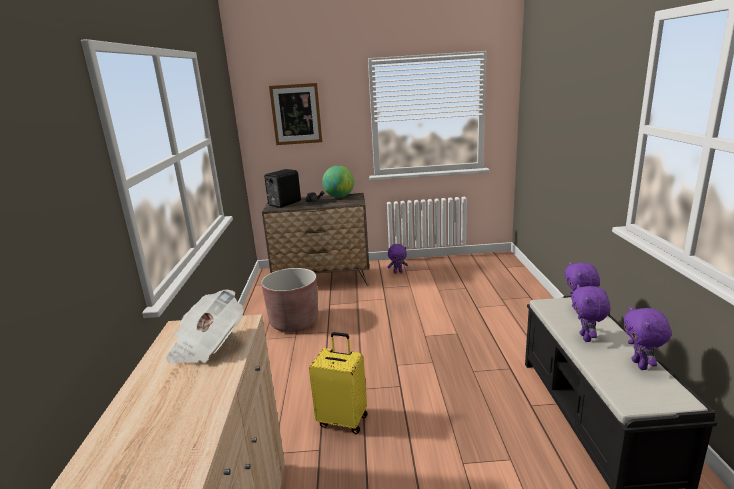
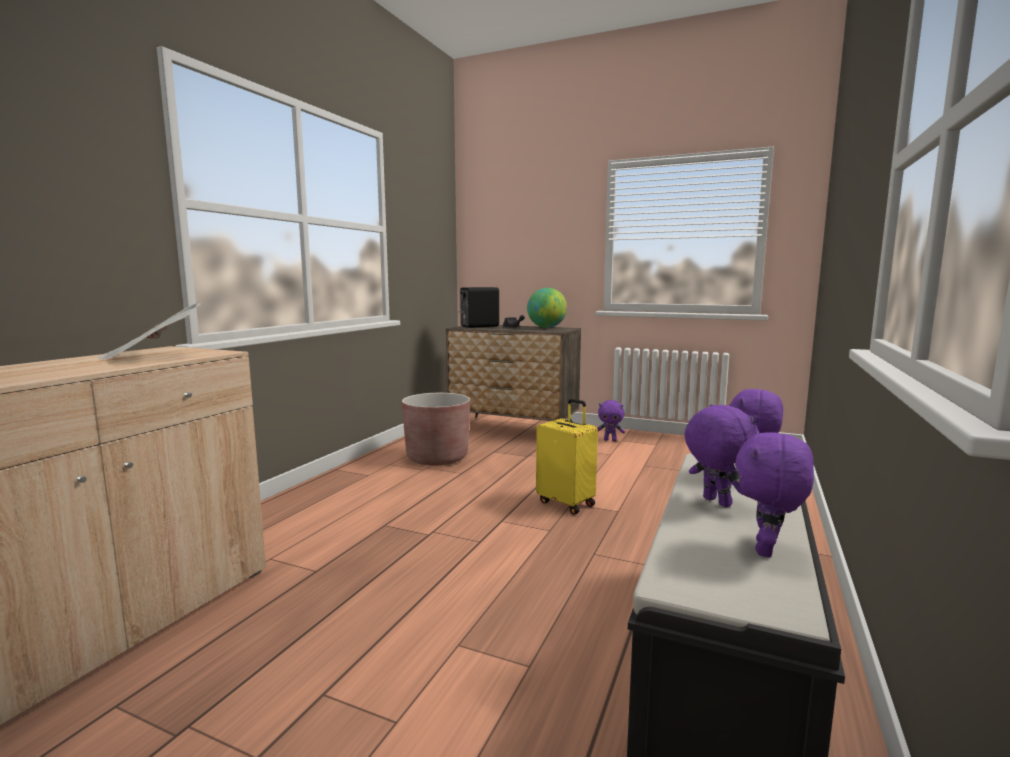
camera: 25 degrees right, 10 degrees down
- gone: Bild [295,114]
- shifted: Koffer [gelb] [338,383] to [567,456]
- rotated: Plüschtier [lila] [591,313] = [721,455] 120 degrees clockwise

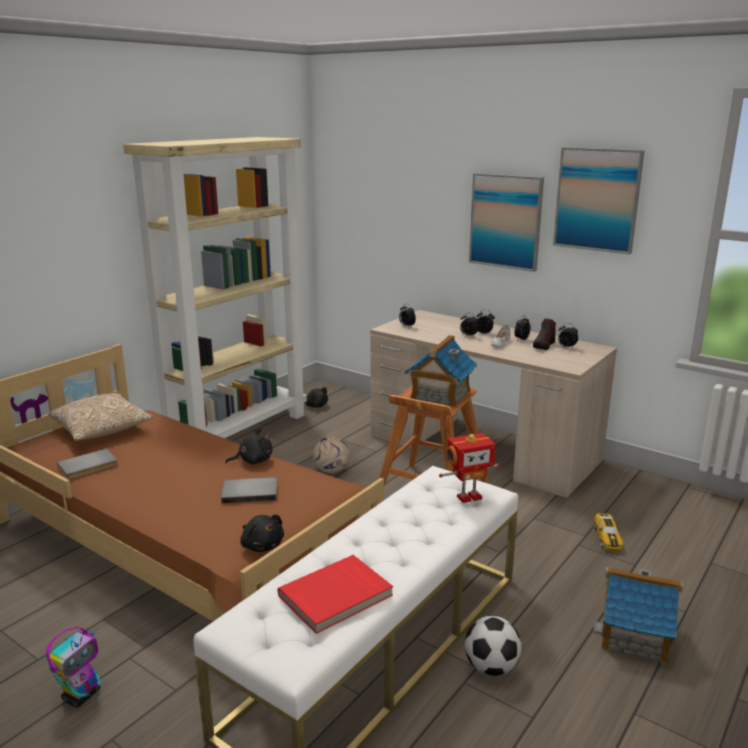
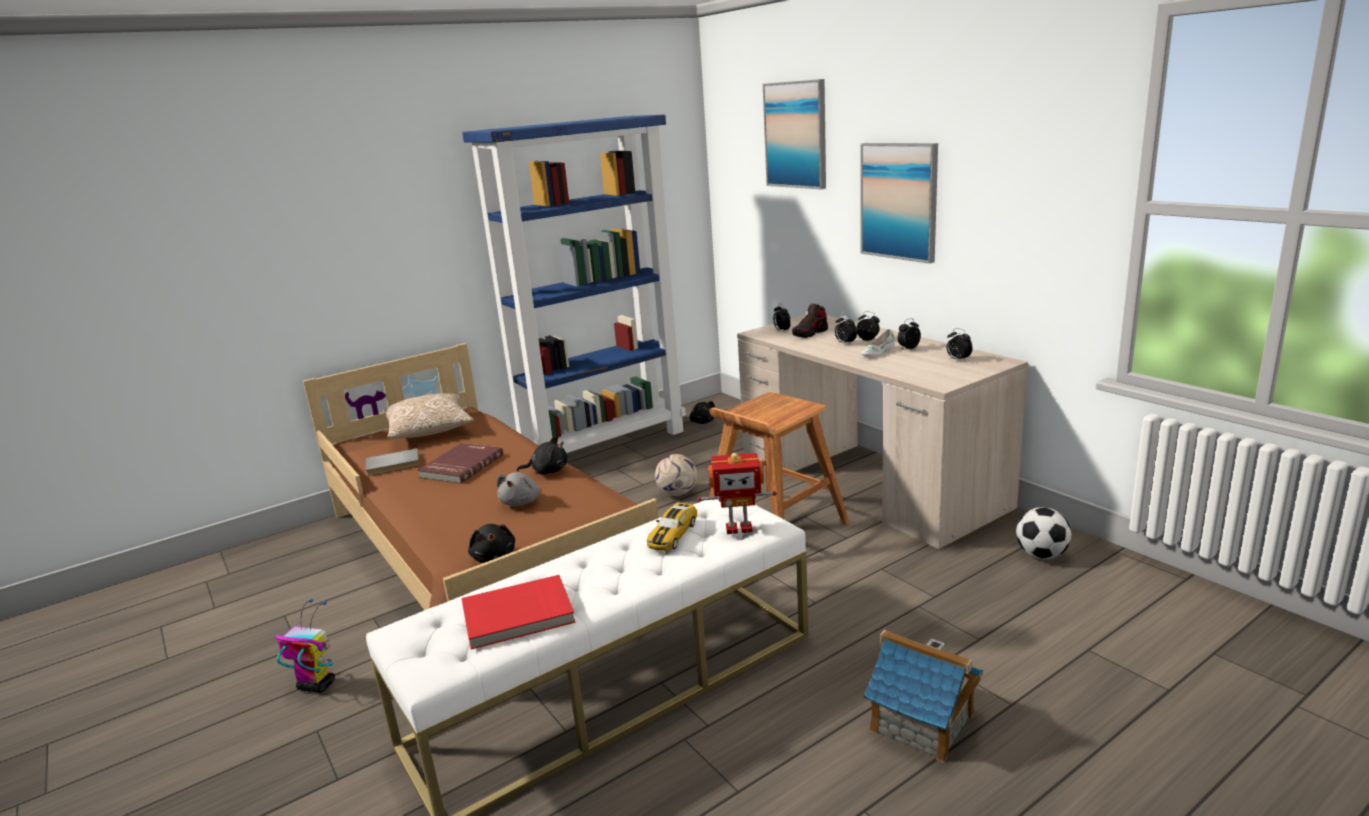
camera: 20 degrees right, 0 degrees up
- rotated: Spielzeugroboter [73,667] = [305,645] 120 degrees counterclockwise
- repainted: Bücherregal [beige] [215,287] to Bücherregal [blau] [574,284]
- swapped: Buch [grau] [249,490] to Plüschtier [grau] [518,489]
- gone: Spielzeughaus [441,371]
- shifted: Fußball [493,646] to [1043,533]
- shifted: Schuh [544,334] to [810,320]
- shifted: Bild [599,200] to [794,134]
- shifted: Spielzeugauto [608,532] to [672,527]
- new: Buch [rot] [460,463]

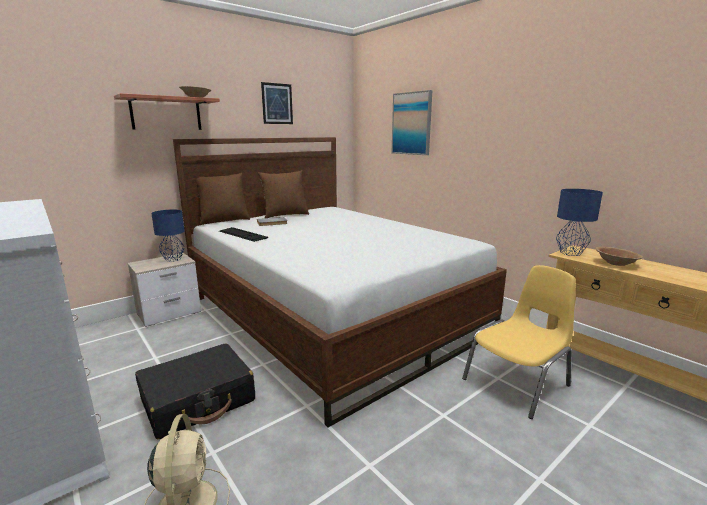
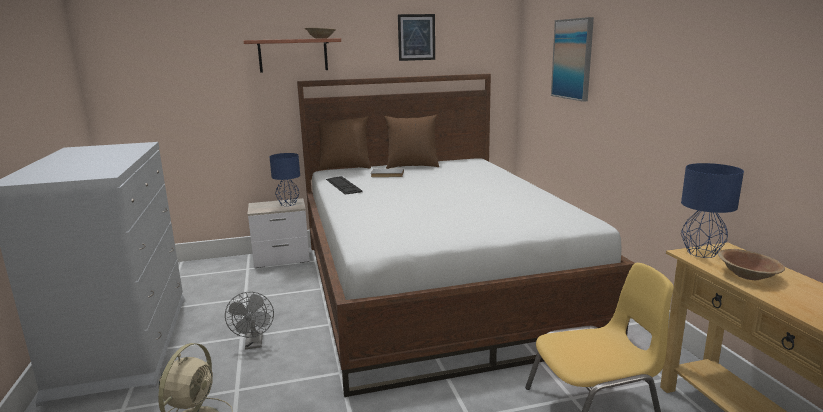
camera: 25 degrees right, 0 degrees up
- swapped: Koffer [schwarz] [195,391] to Ventilator [grau] [249,320]

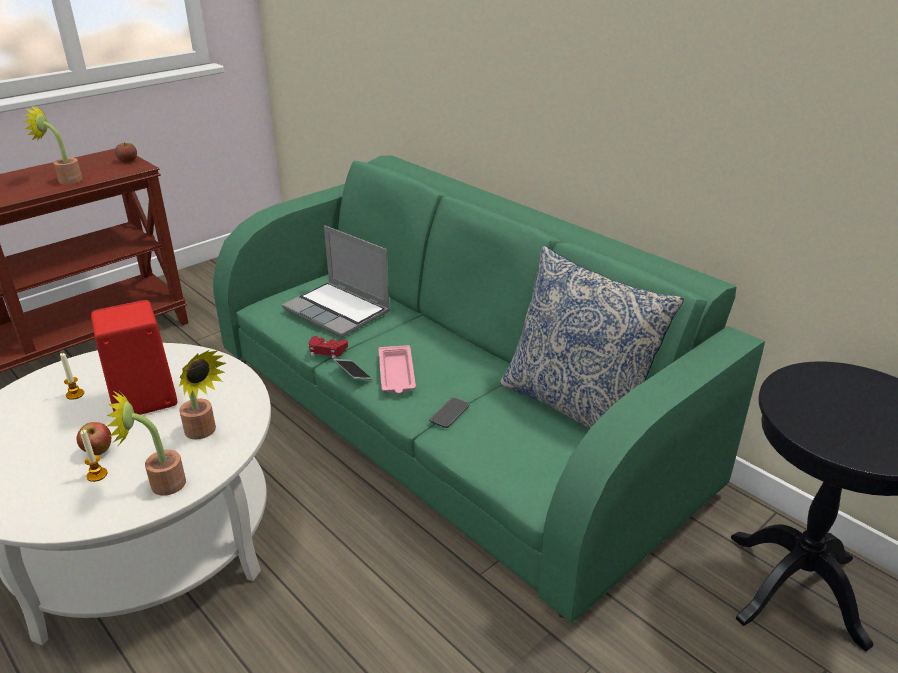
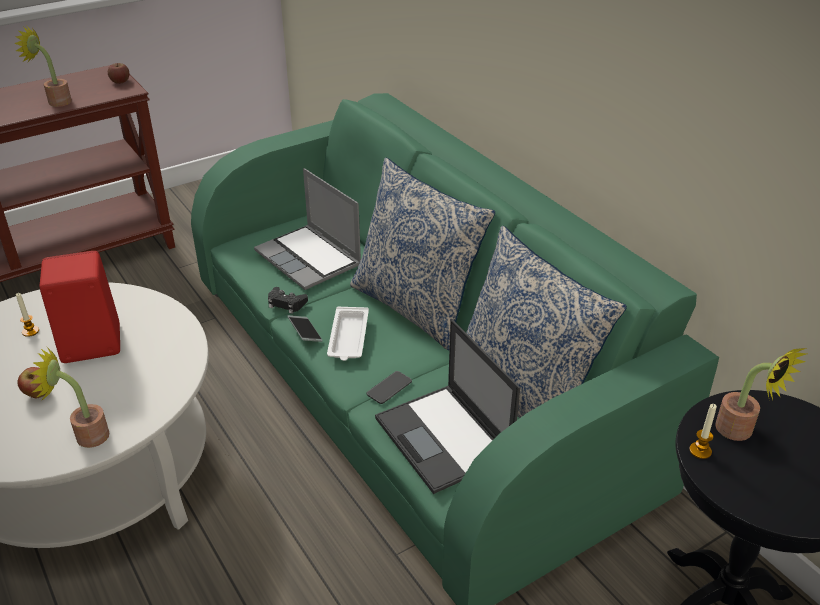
camera: 10 degrees right, 5 degrees up
- shifted: Kerze [93,456] to [703,431]
- shifted: Topfpflanze [202,394] to [761,394]
- repainted: Gamepad [rot] [328,347] to Gamepad [schwarz] [288,300]
- repainted: Tablett [rosa] [397,369] to Tablett [weiß] [348,334]
- new: Kissen [422,254]
- new: Laptop [447,406]

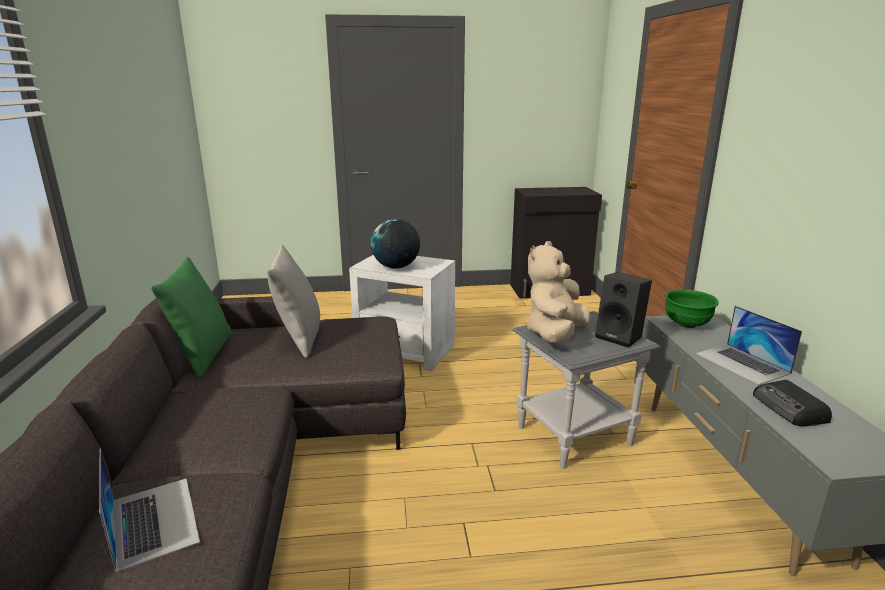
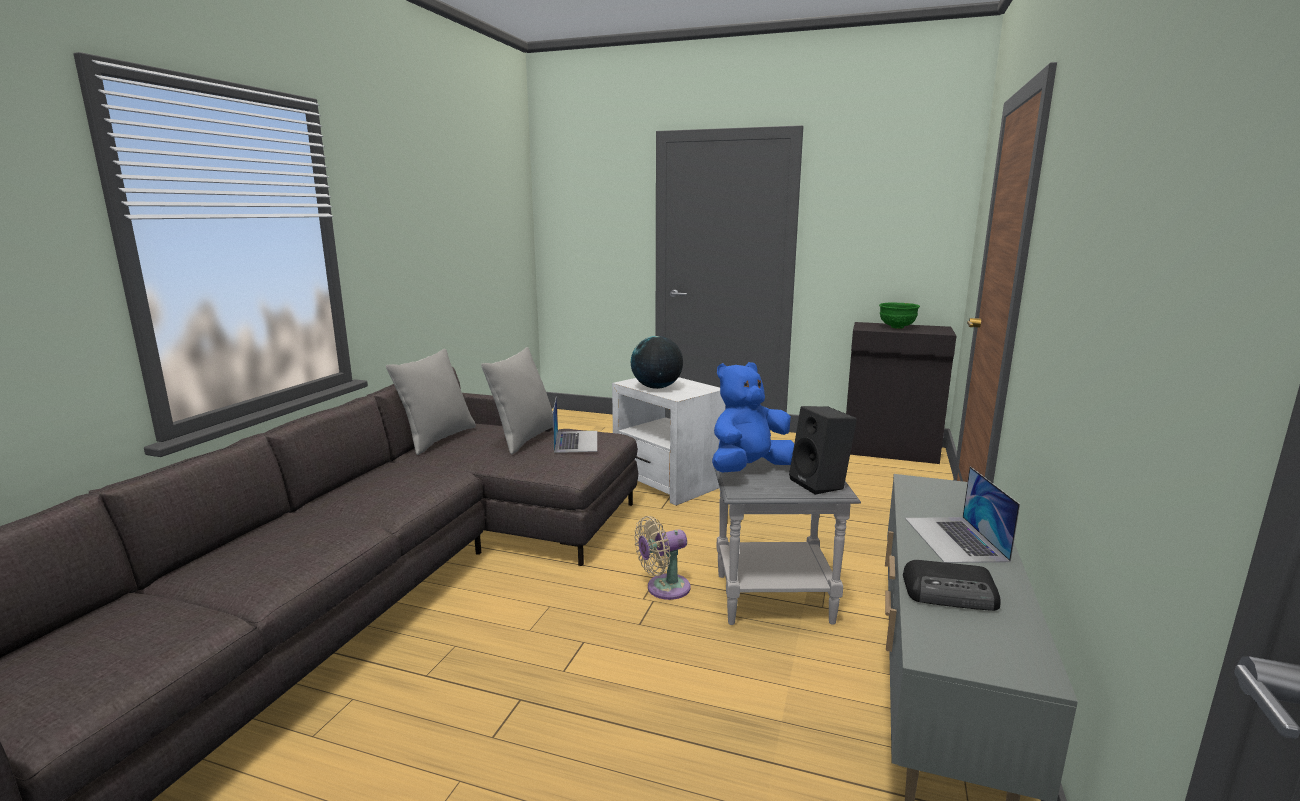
camera: 25 degrees right, 5 degrees down
- shifted: Laptop [149,509] to [574,424]
- repainted: Kissen [grün] [191,317] to Kissen [grau] [431,402]
- repainted: Plüschtier [beige] [559,292] to Plüschtier [blau] [753,417]
- shifted: Schüssel [grün] [692,308] to [899,316]
- rotated: Radio [792,403] = [952,585] 90 degrees counterclockwise
- new: Ventilator [beige] [662,558]

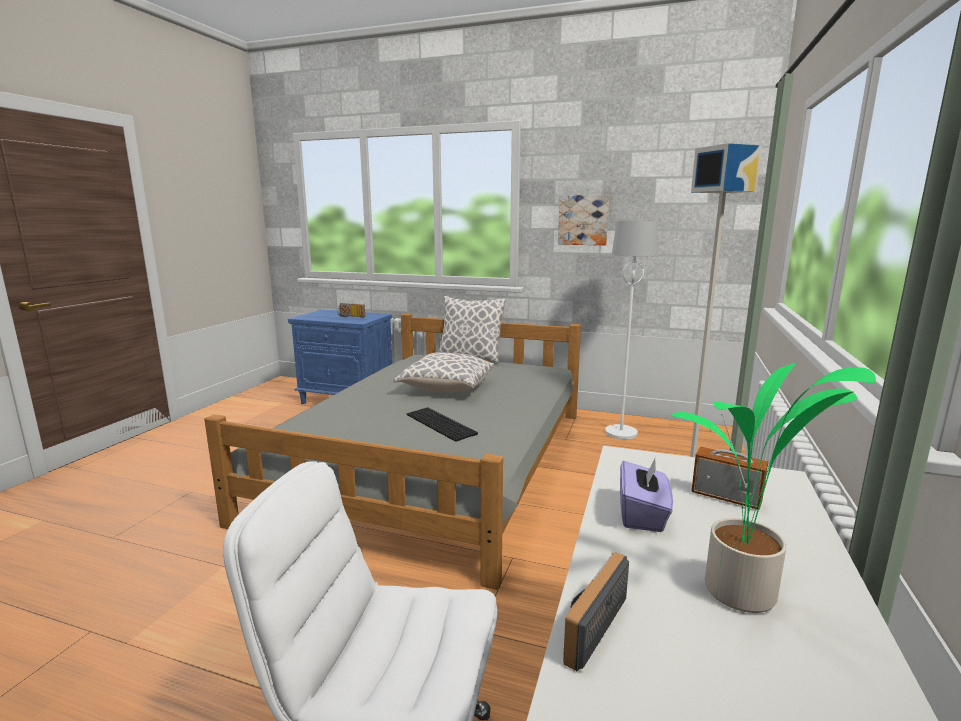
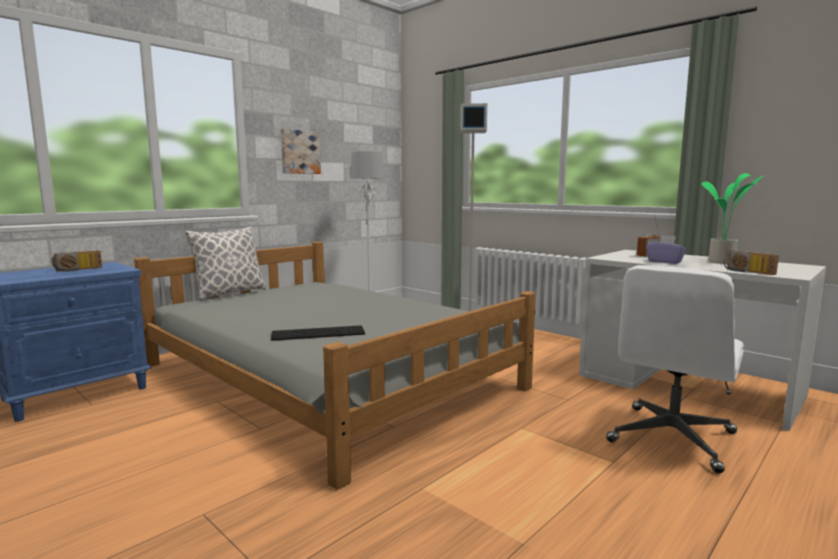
camera: 65 degrees left, 5 degrees down
- gone: Kissen [443,372]
- shifted: Tastatur [442,424] to [318,333]

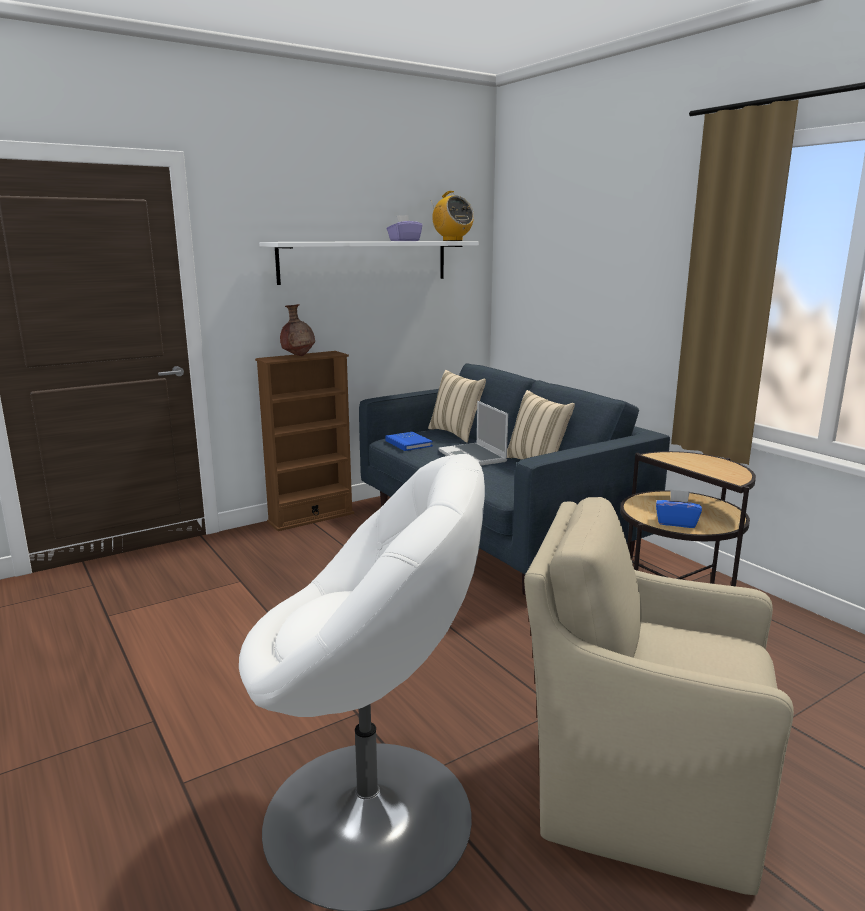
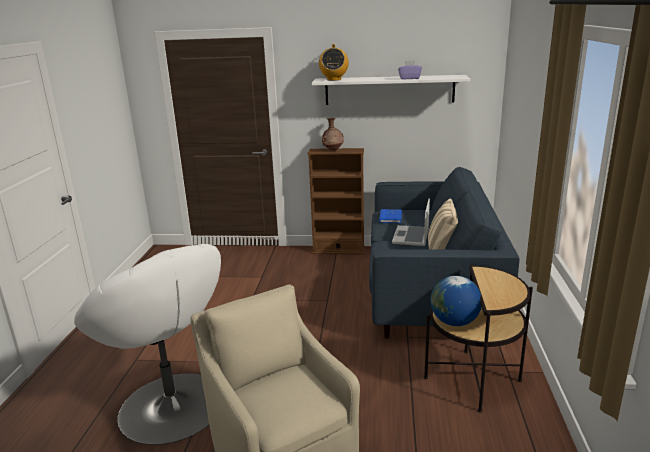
camera: 40 degrees right, 5 degrees up
- gone: Kissen [beige] [457,406]
- shifted: Radio [452,216] to [334,62]
- swapped: Taschentuchbox [blau] [679,508] to Globus [456,301]

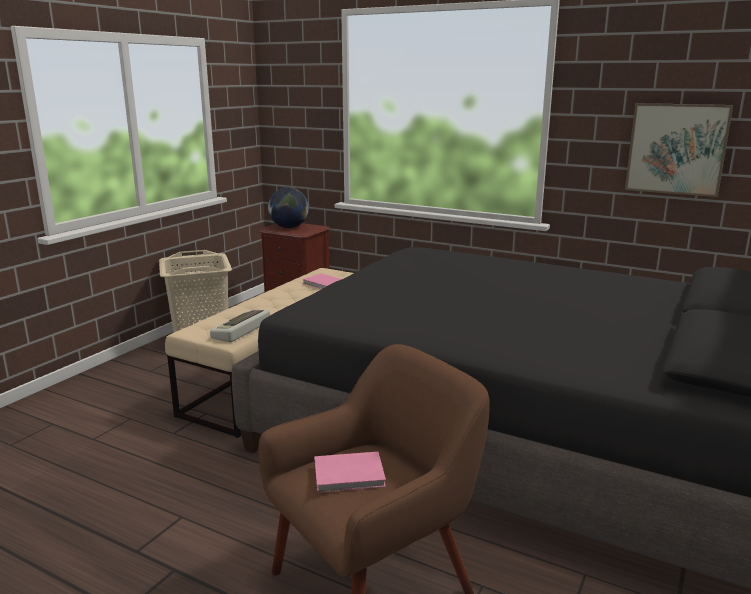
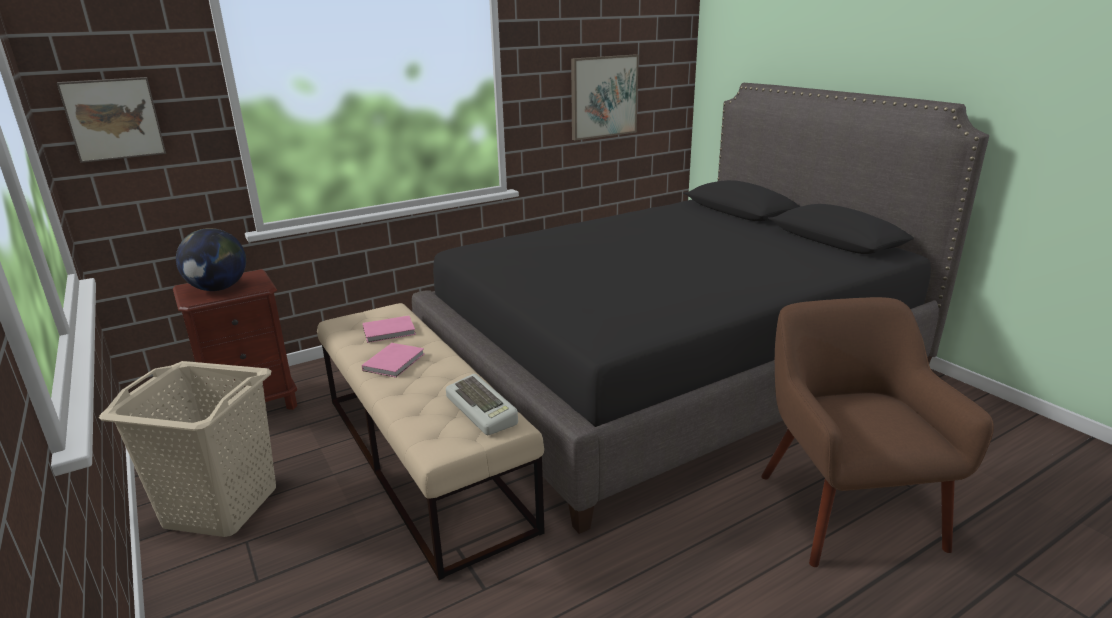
camera: 60 degrees left, 5 degrees up
- shifted: Buch [rosa] [350,472] to [393,360]
- new: Bild [111,120]

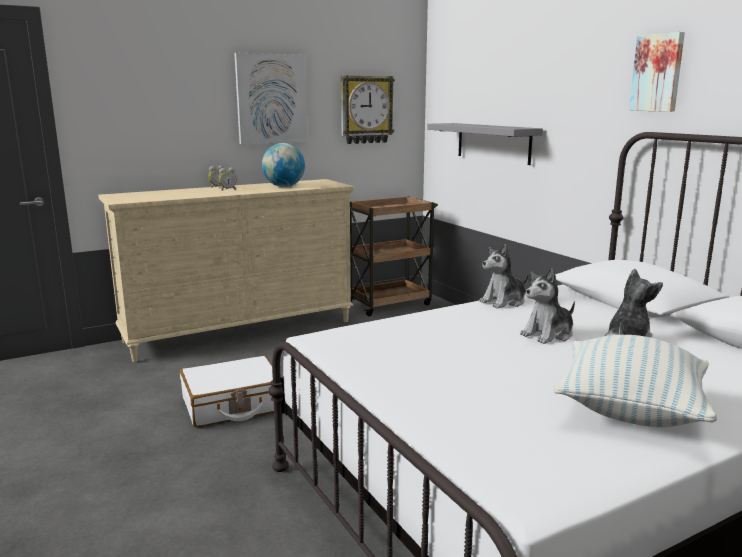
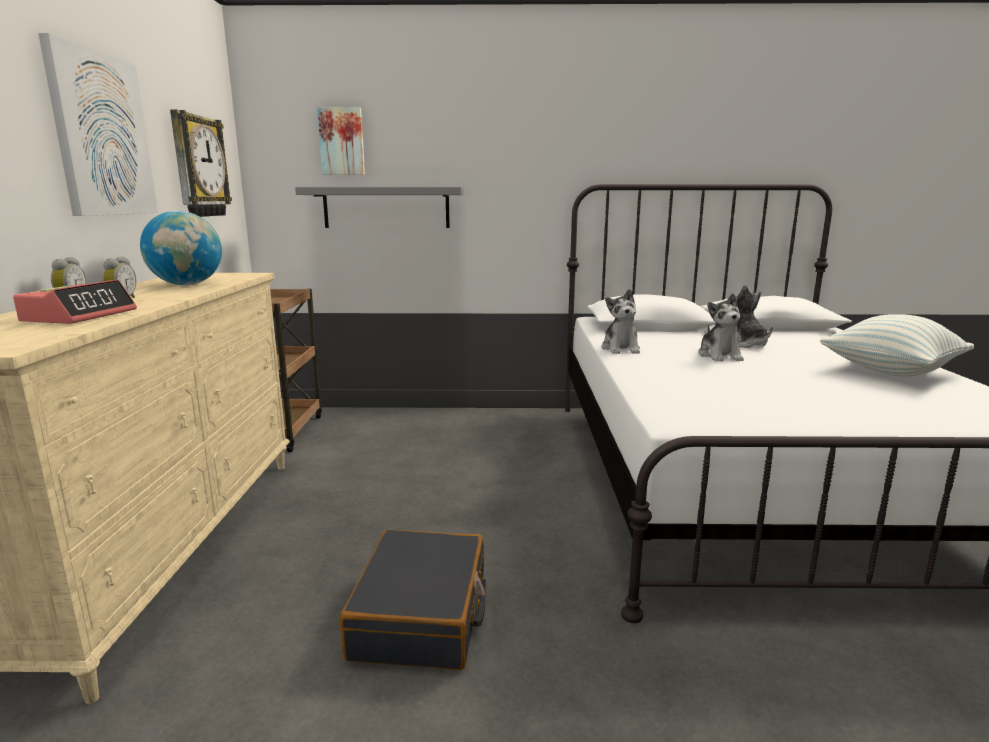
camera: 60 degrees left, 0 degrees up
- repainted: Koffer [weiß] [231,391] to Koffer [schwarz] [413,600]
- shifted: Bild [657,72] to [341,141]
- new: Wecker [75,301]

